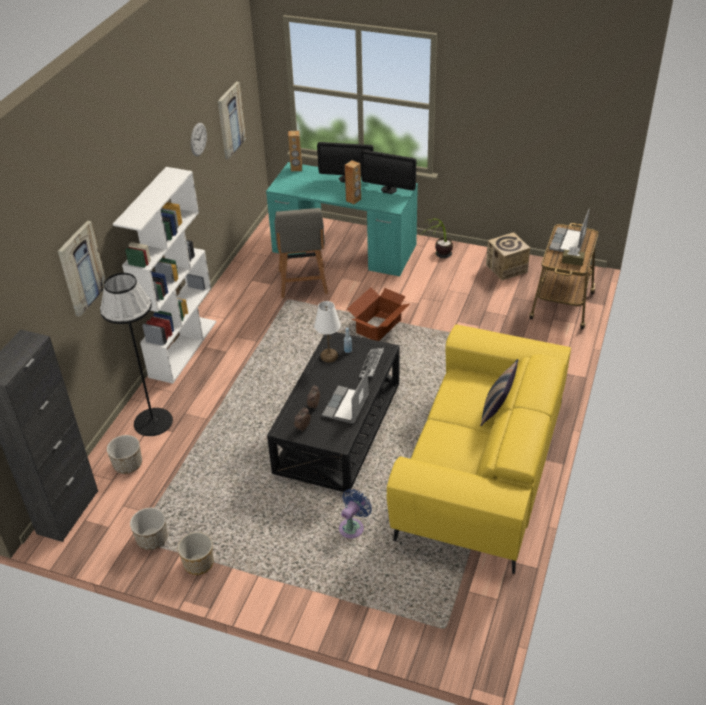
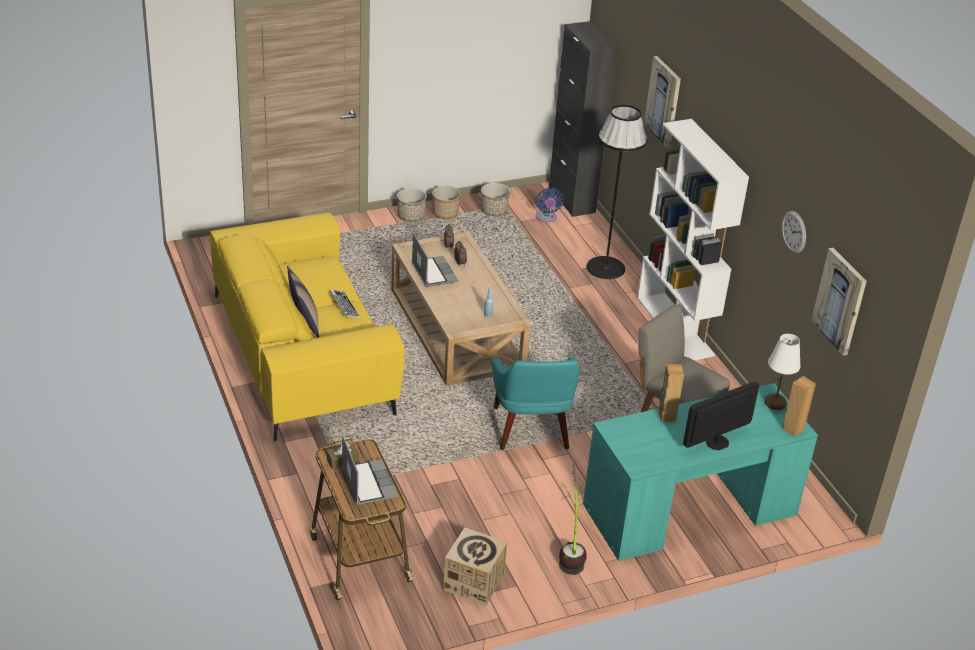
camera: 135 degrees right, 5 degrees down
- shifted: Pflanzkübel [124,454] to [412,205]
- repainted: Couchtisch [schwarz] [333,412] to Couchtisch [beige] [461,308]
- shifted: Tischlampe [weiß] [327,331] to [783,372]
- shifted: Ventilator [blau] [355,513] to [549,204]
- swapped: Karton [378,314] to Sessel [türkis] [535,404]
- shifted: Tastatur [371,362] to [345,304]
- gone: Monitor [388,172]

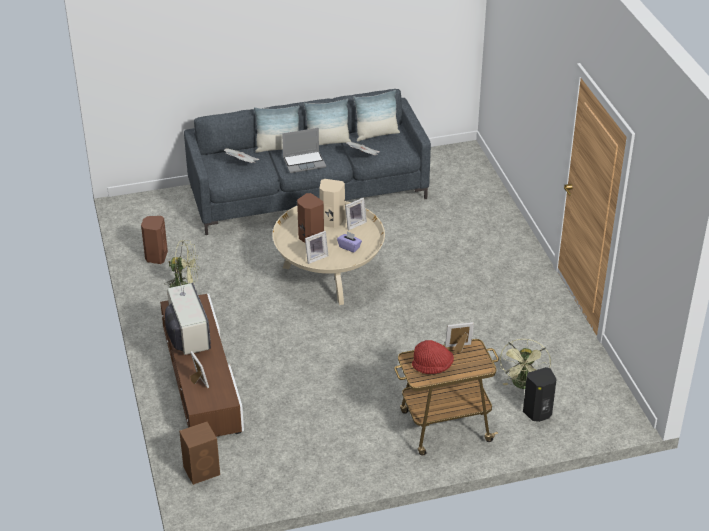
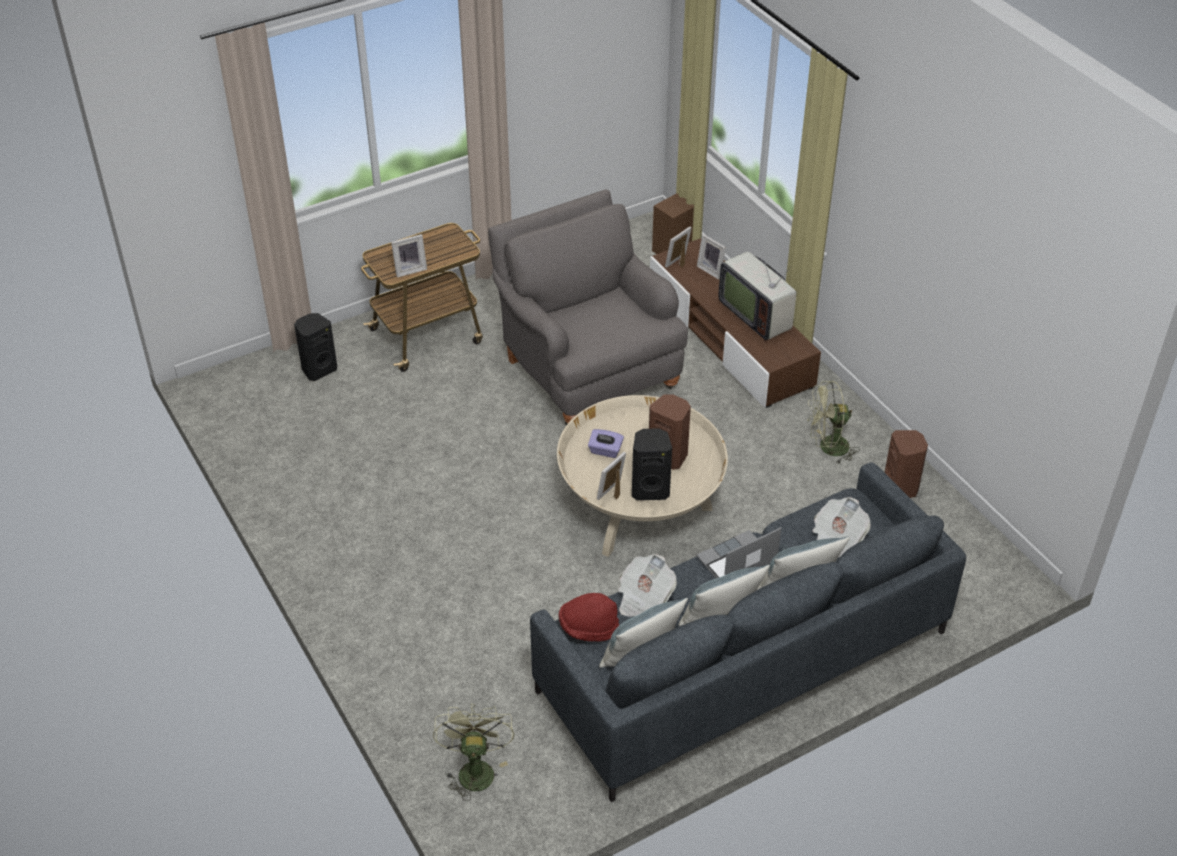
camera: 165 degrees right, 5 degrees up
- shifted: Bilderrahmen [316,247] to [678,247]
- repainted: Lautsprecher [beige] [332,203] to Lautsprecher [schwarz] [652,464]
- shifted: Hut [rot] [433,357] to [589,617]
- shifted: Ventilator [grün] [525,364] to [473,752]
- new: Sessel [grau] [588,307]

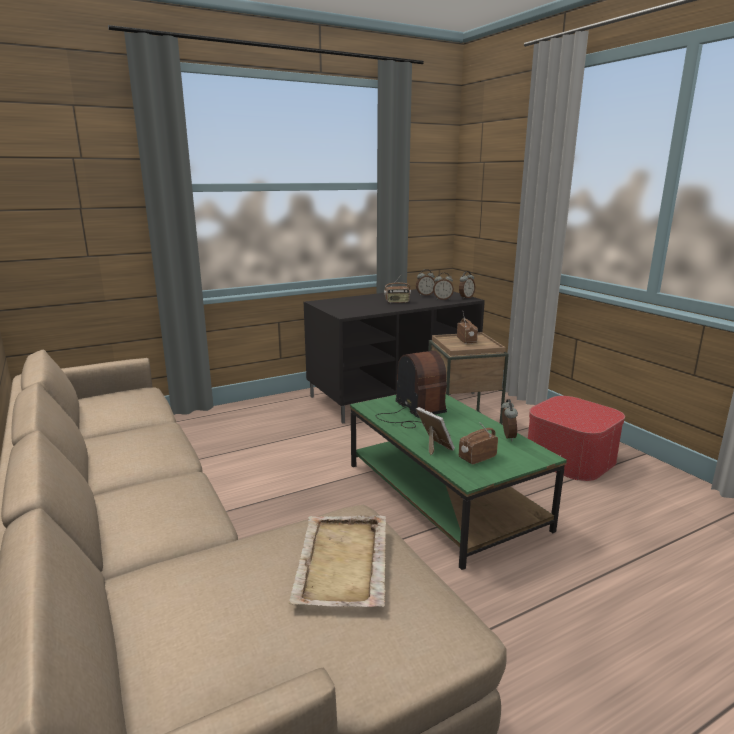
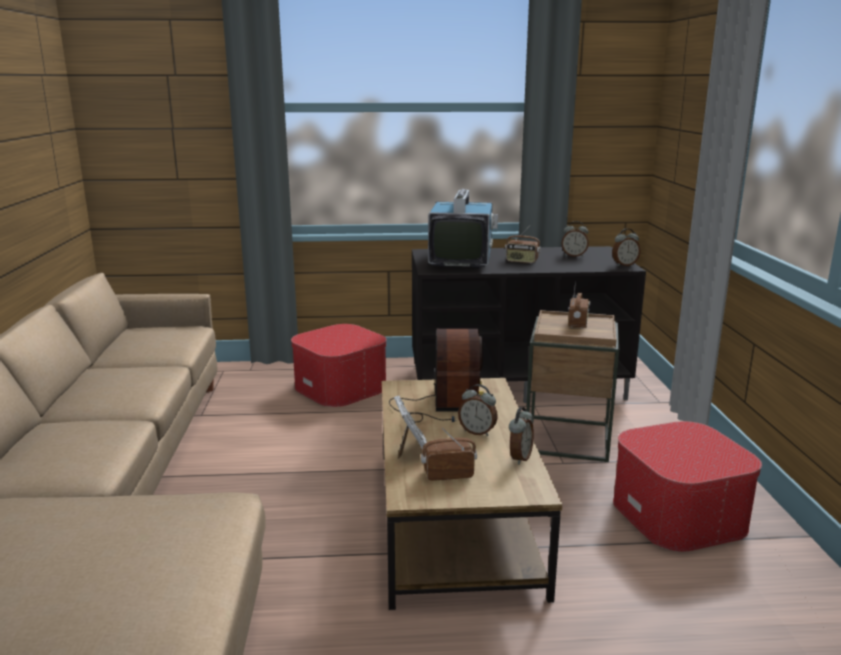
camera: 25 degrees right, 0 degrees up
- gone: Tablett [beige] [337,561]
- repainted: Couchtisch [grün] [458,482] to Couchtisch [braun] [472,494]
- shifted: Wecker [443,286] to [478,410]
- new: Polsterhocker [339,365]
- new: Fernseher [463,228]

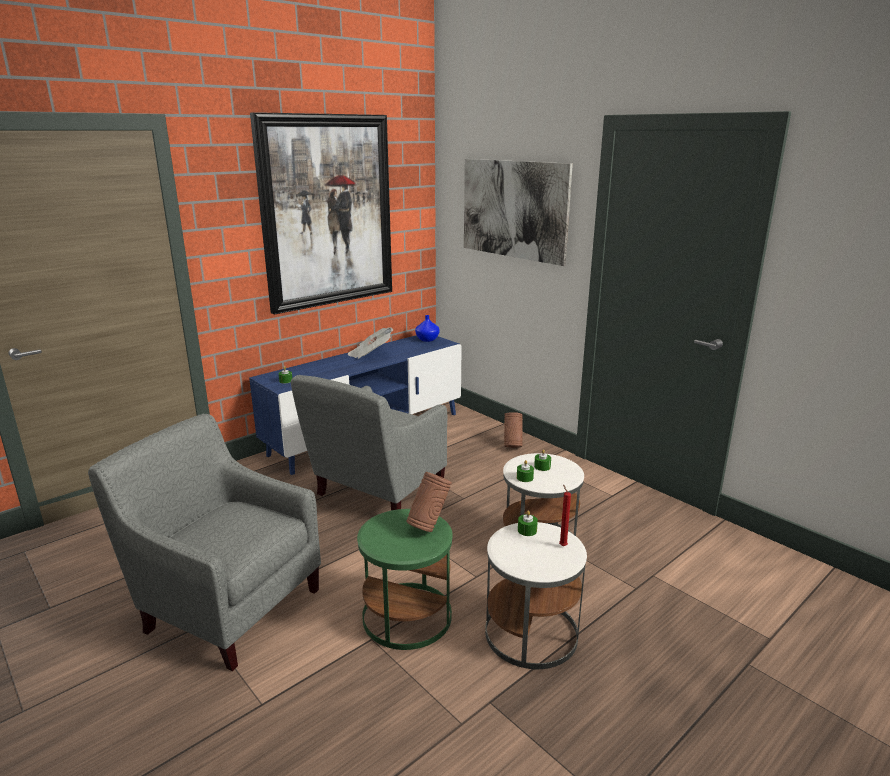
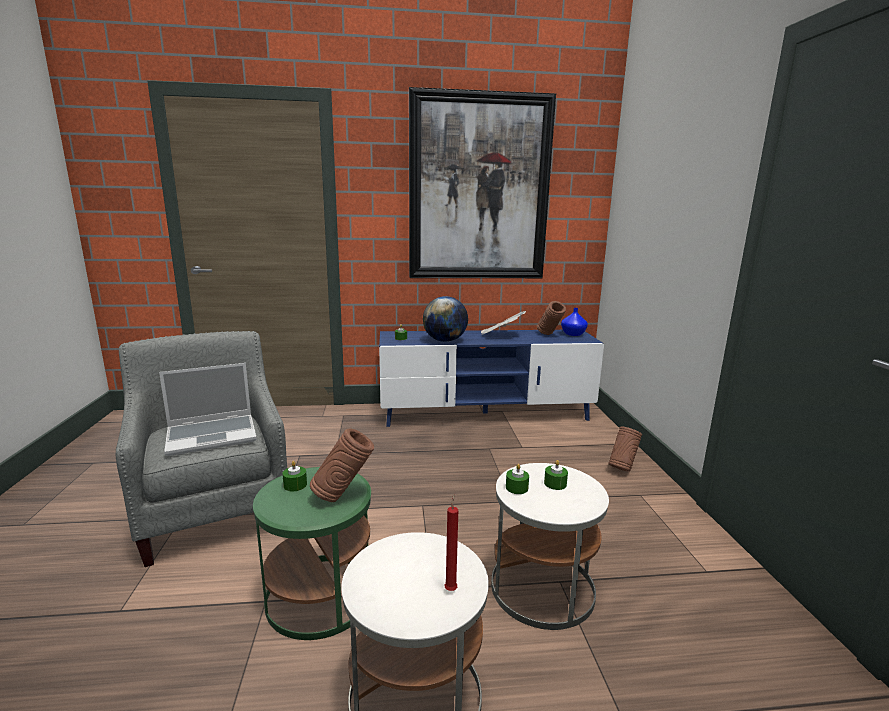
camera: 35 degrees right, 5 degrees down
- gone: Sessel [grau] [369,442]
- gone: Bild [518,212]
- shifted: Kerze [grün] [528,523] to [294,476]
- new: Laptop [208,409]
- new: Globus [445,319]
- new: Vase [braun] [551,318]

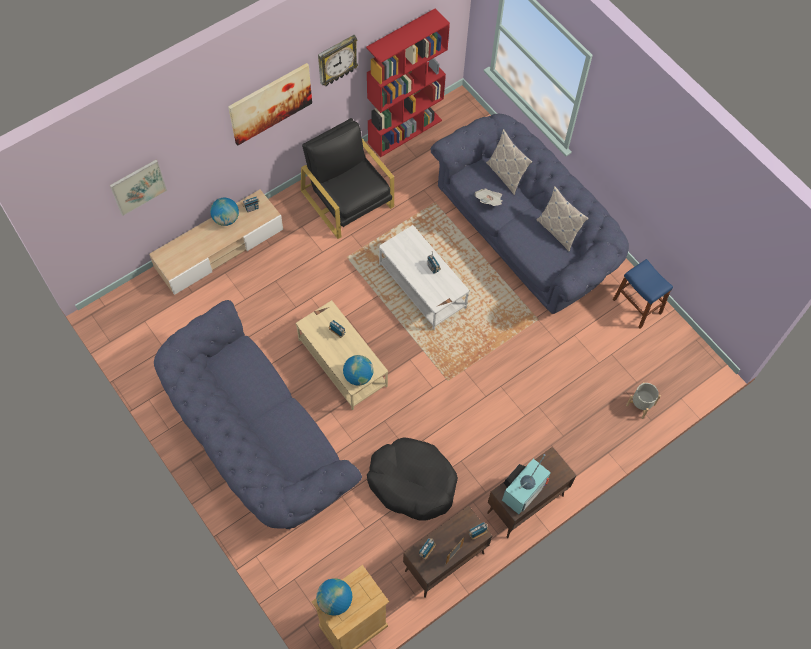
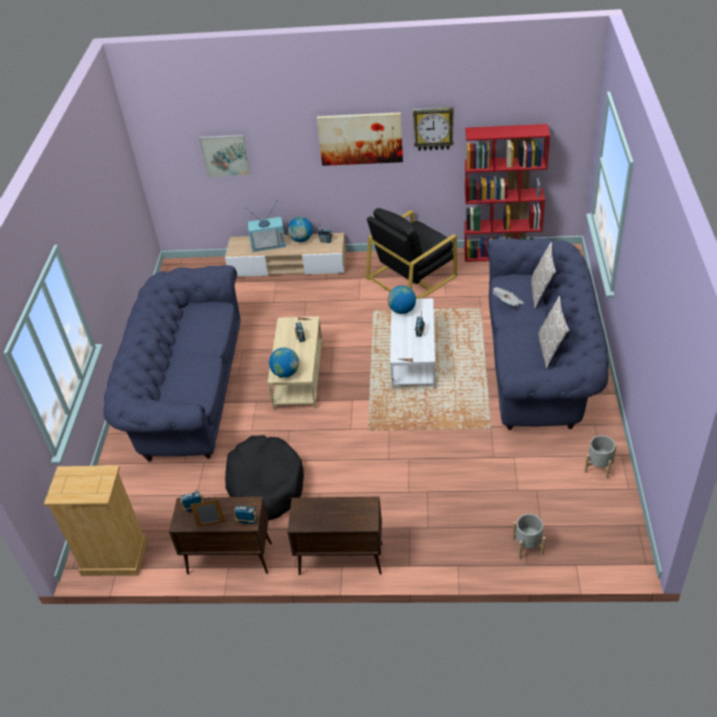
camera: 45 degrees right, 20 degrees down
- rotated: Sessel [schwarz] [347,178] = [411,253] 135 degrees counterclockwise
- shifted: Globus [334,597] to [402,300]
- shifted: Fernseher [526,484] to [265,226]
- swapped: Hocker [blau] [643,294] to Pflanzkübel [grau] [600,457]

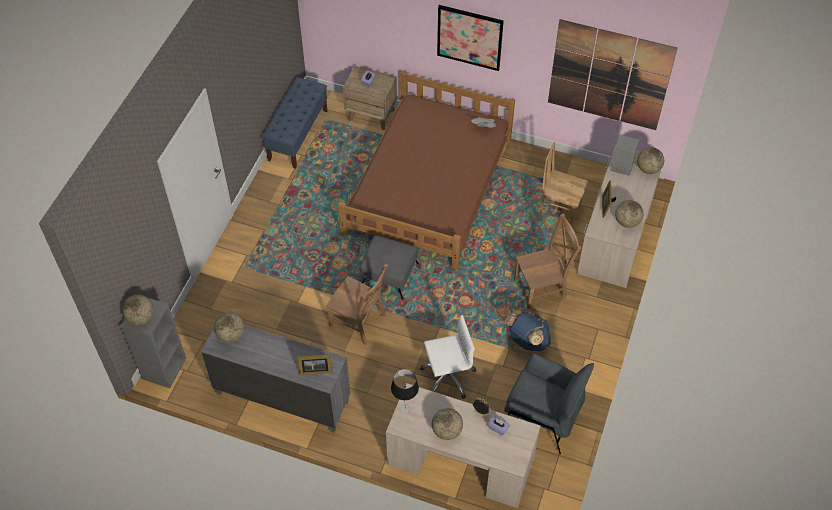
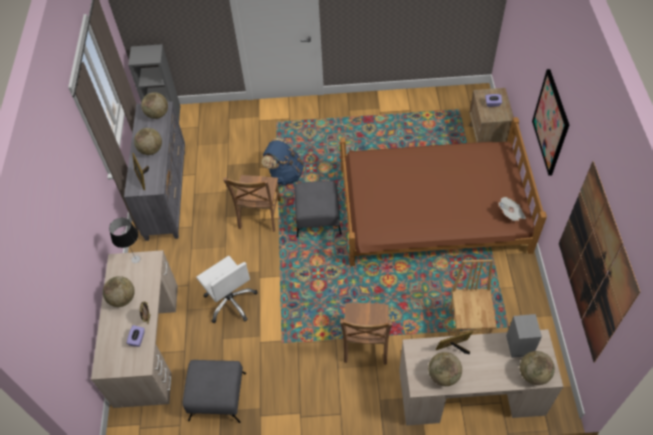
camera: 70 degrees right, 0 degrees up
- shifted: Globus [138,310] to [148,141]
- gone: Bank [blau] [294,123]
- swapped: Sessel [grau] [549,404] to Polsterhocker [grau] [214,391]
- shifted: Rucksack [blau] [528,331] to [283,162]
- rotated: Stuhl [braun] [547,261] = [366,334] 45 degrees clockwise

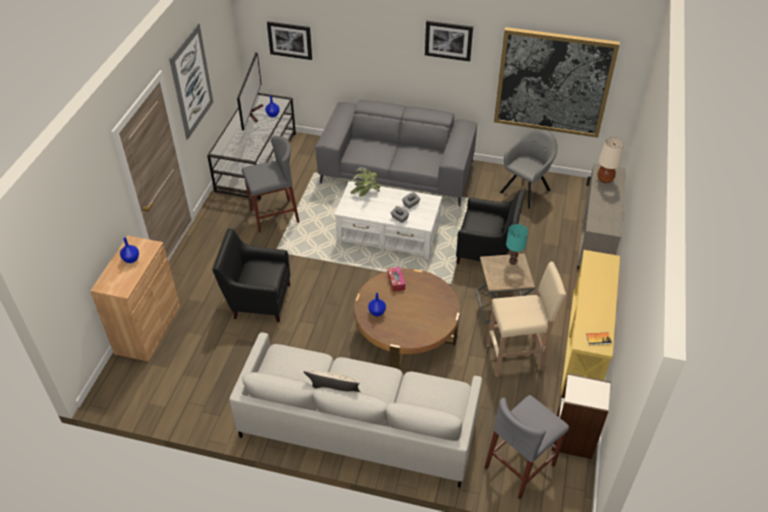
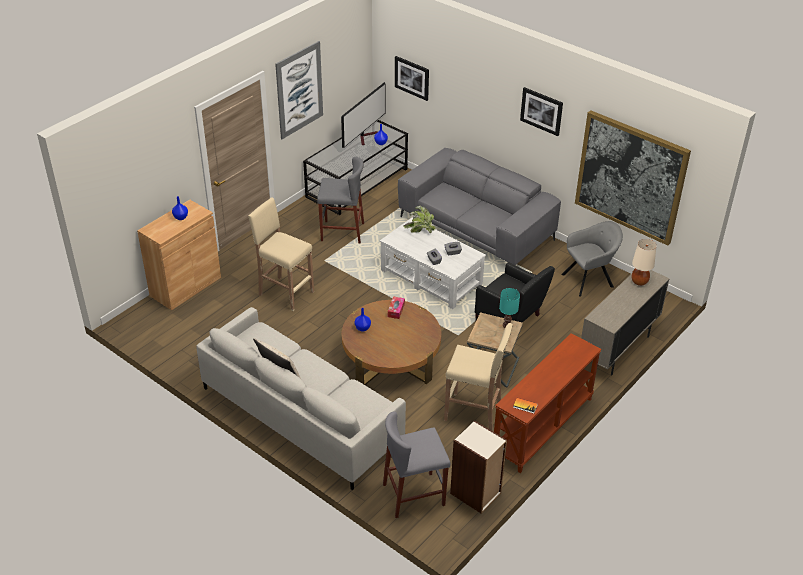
camera: 25 degrees right, 5 degrees down
- swapped: Sessel [schwarz] [251,275] to Hocker [beige] [281,254]
- repainted: Konsolentisch [gelb] [590,322] to Konsolentisch [braun] [548,403]

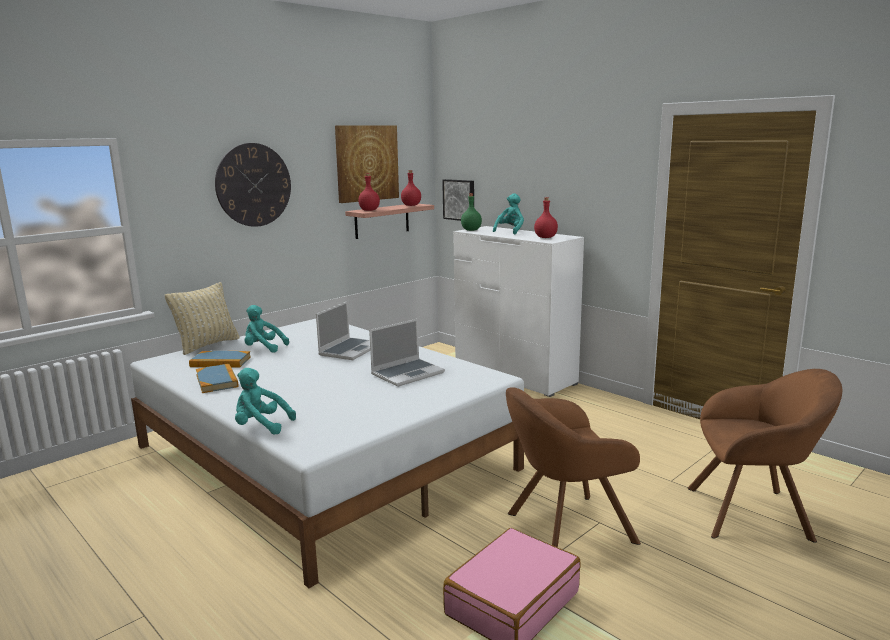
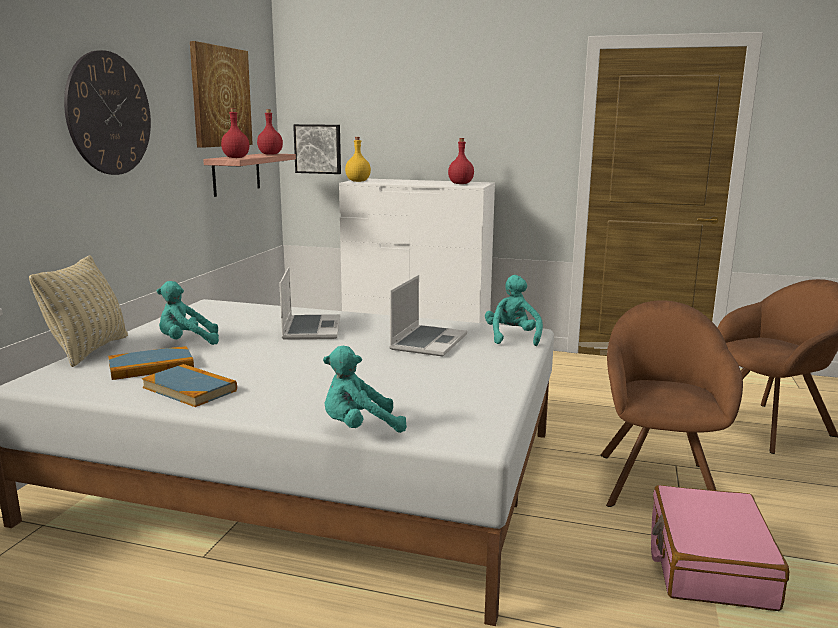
camera: 30 degrees left, 0 degrees up
- repainted: Flasche [grün] [471,212] to Flasche [gelb] [358,159]
- shifted: Plüschtier [türkis] [508,214] to [514,310]
- rotated: Sessel [braun] [573,467] = [671,403] 150 degrees clockwise

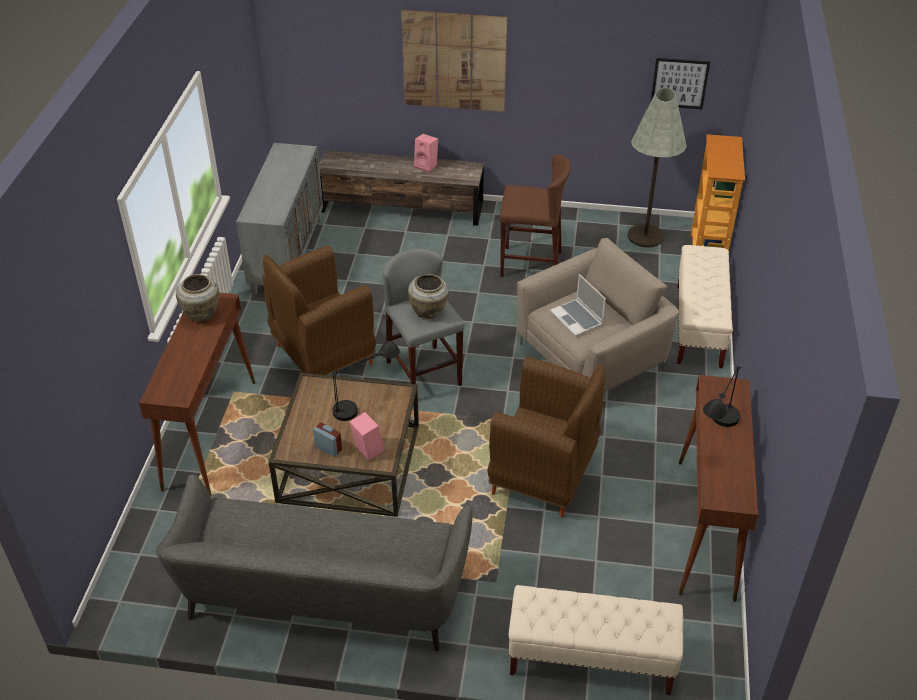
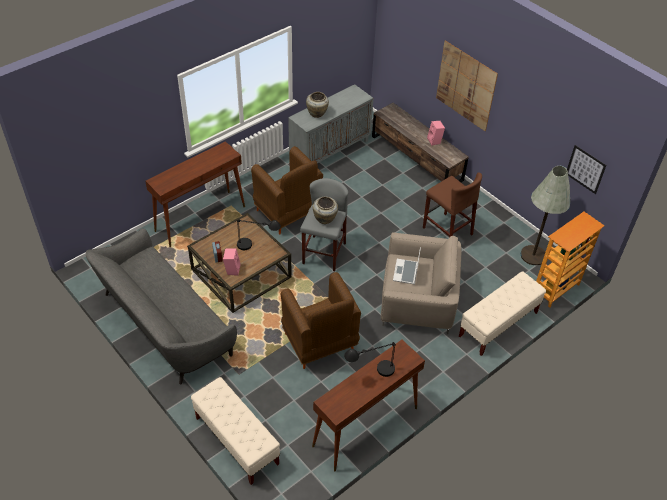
camera: 40 degrees right, 5 degrees up
- shifted: Vase [beige] [197,298] to [317,105]
- rotated: Sessel [braun] [319,310] = [287,190] 135 degrees counterclockwise

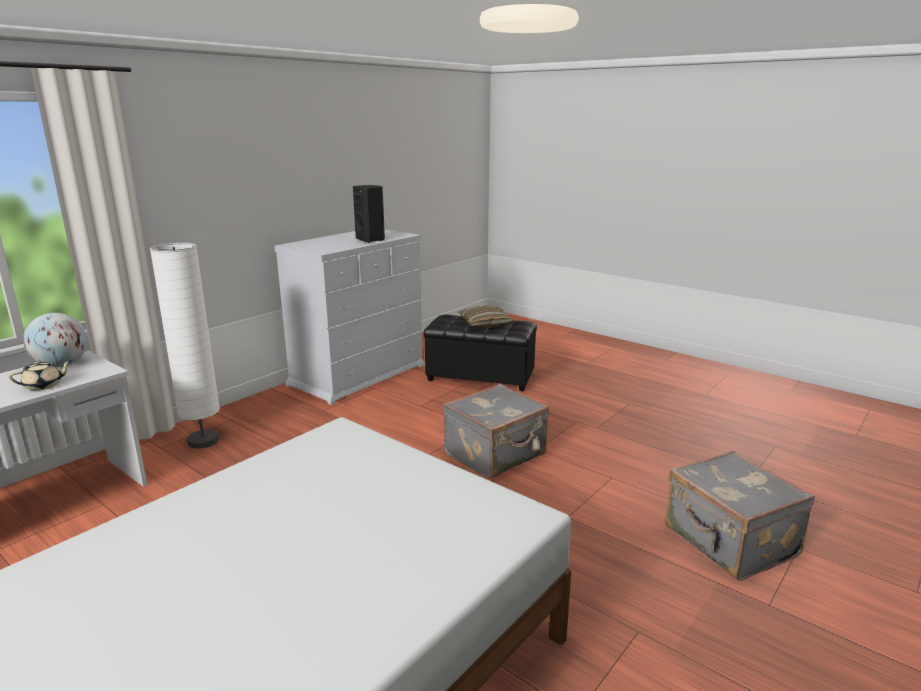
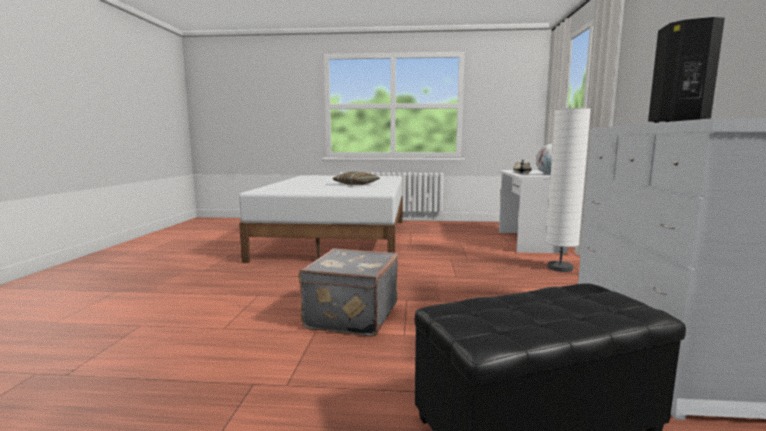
camera: 145 degrees right, 10 degrees down
- shifted: Kissen [485,316] to [356,178]
- gone: Koffer [grau] [740,516]

